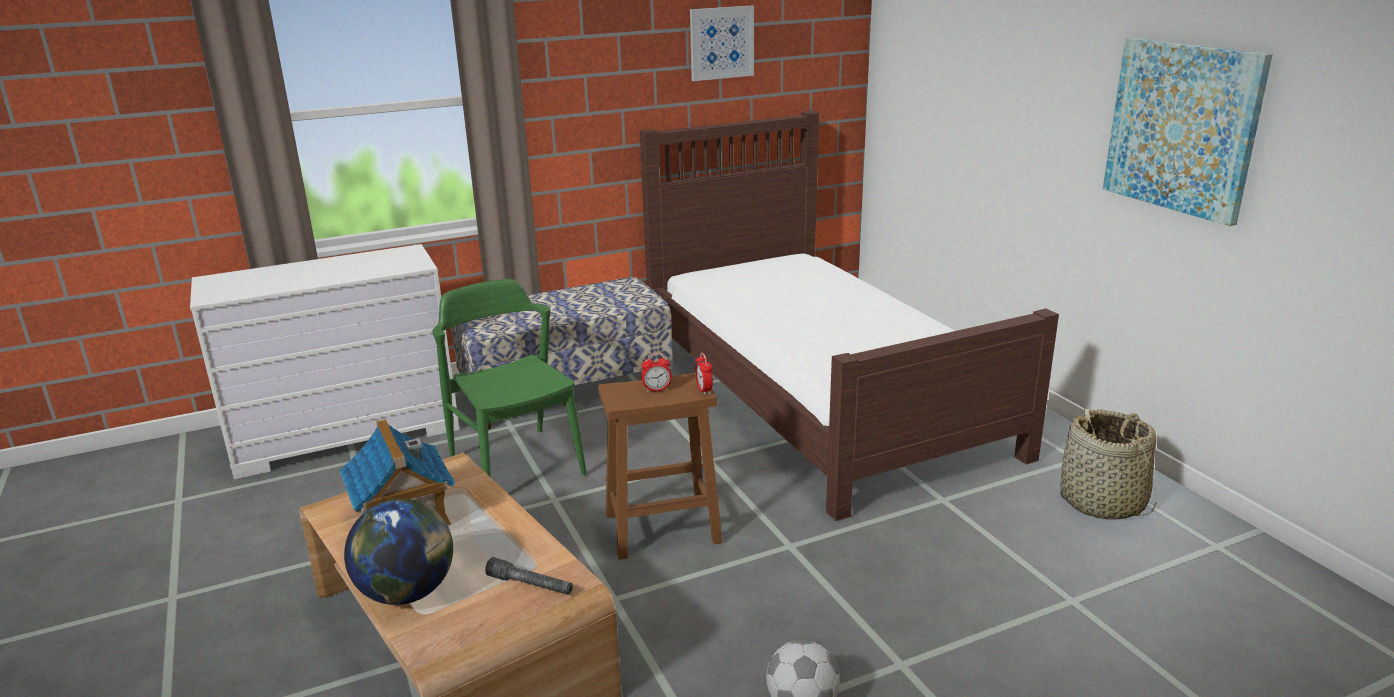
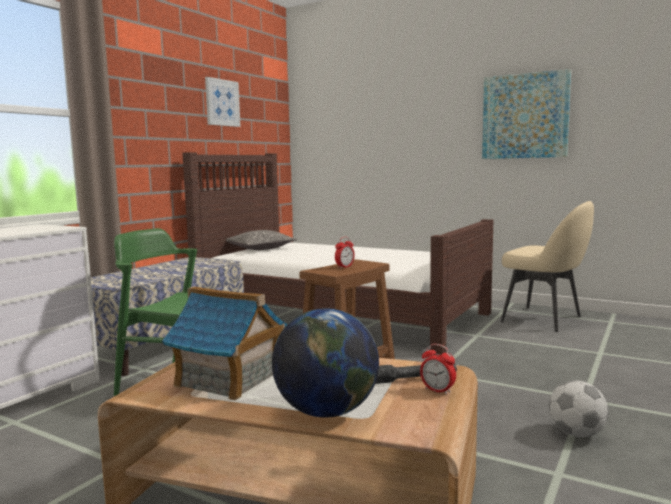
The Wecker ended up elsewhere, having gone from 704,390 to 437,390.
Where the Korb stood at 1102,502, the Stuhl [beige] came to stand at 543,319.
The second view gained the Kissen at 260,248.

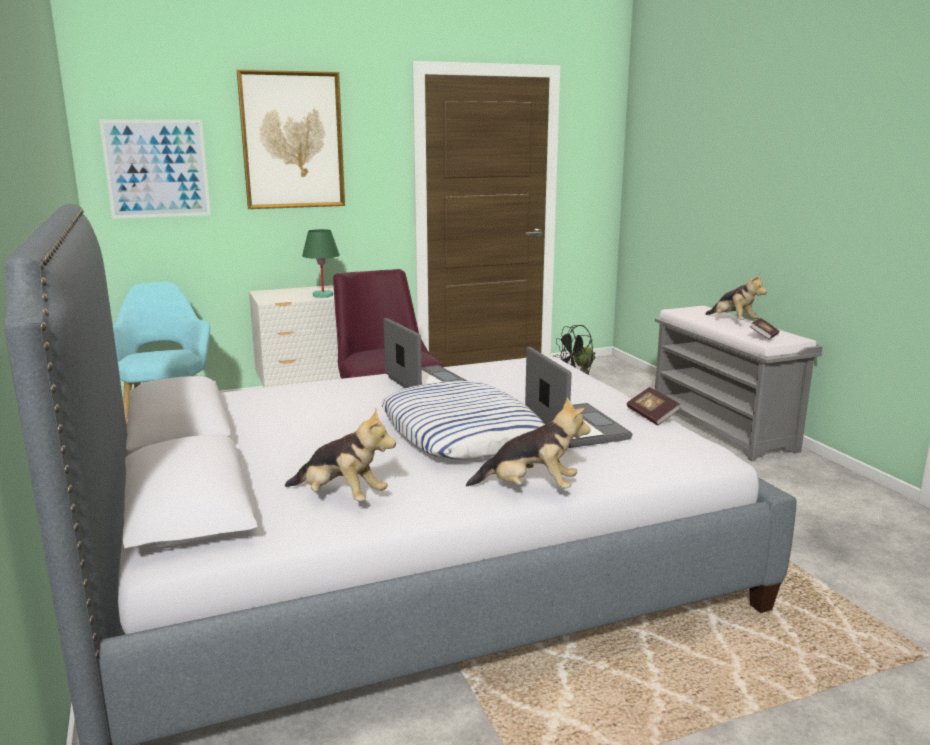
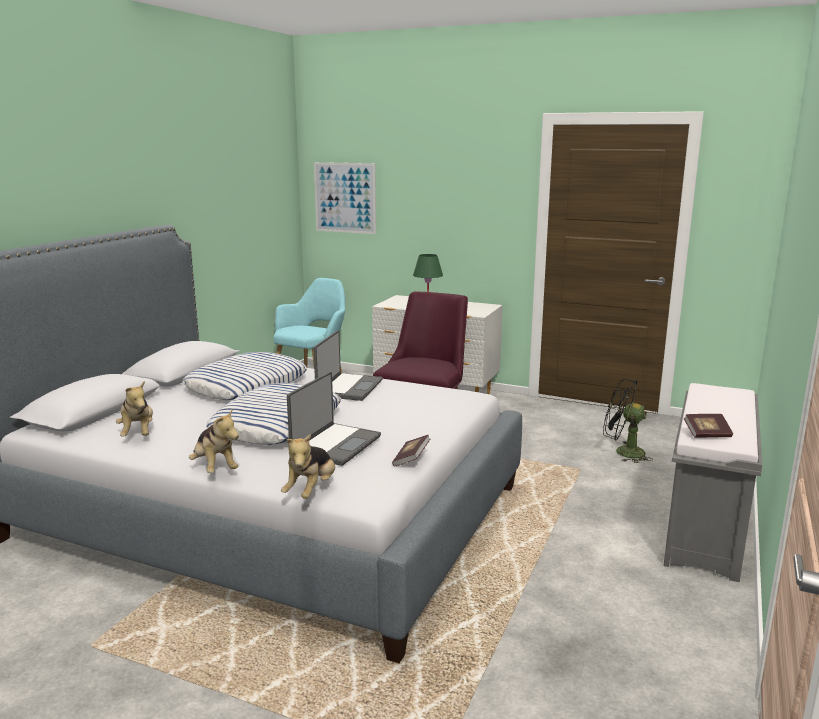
The second view lost the Bild at 292,140.
The Plüschtier ended up elsewhere, having gone from 732,321 to 311,490.
The second view gained the Kissen at 247,385.

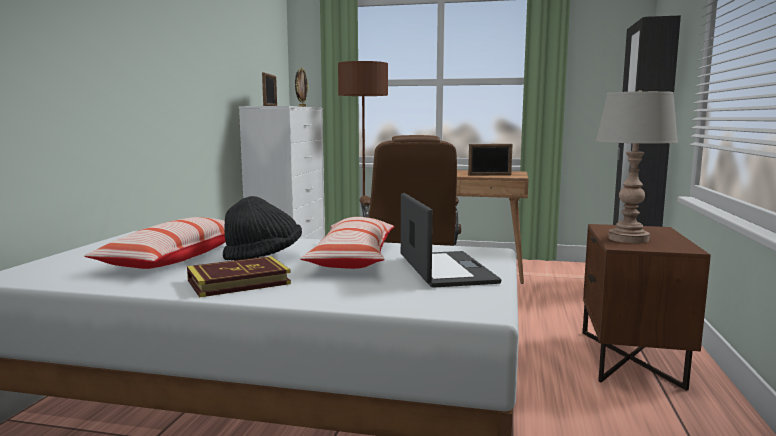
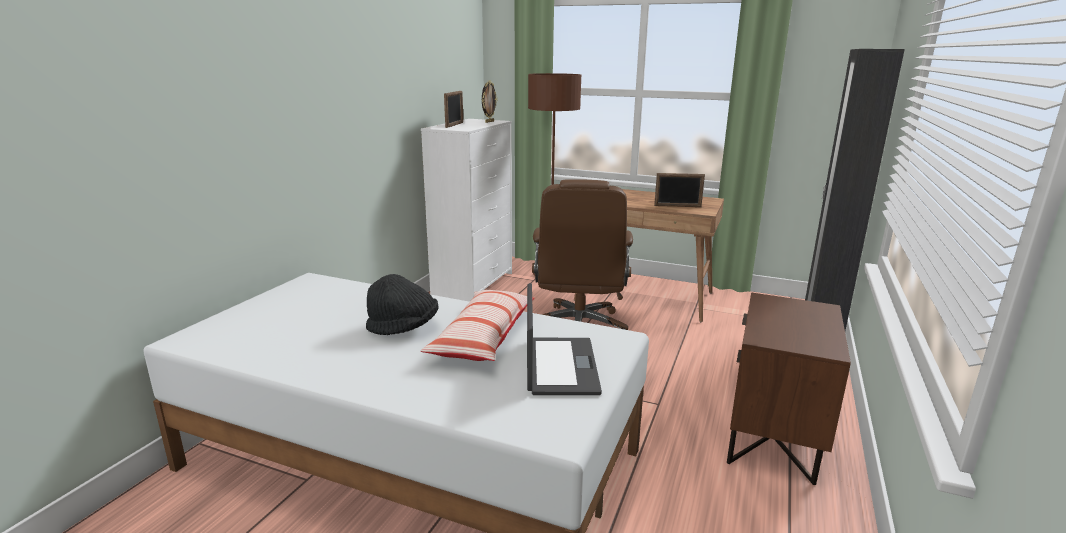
The second view lost the Kissen at 175,258.
The second view lost the Buch at 238,282.
The second view lost the Tischlampe [grau] at 628,239.

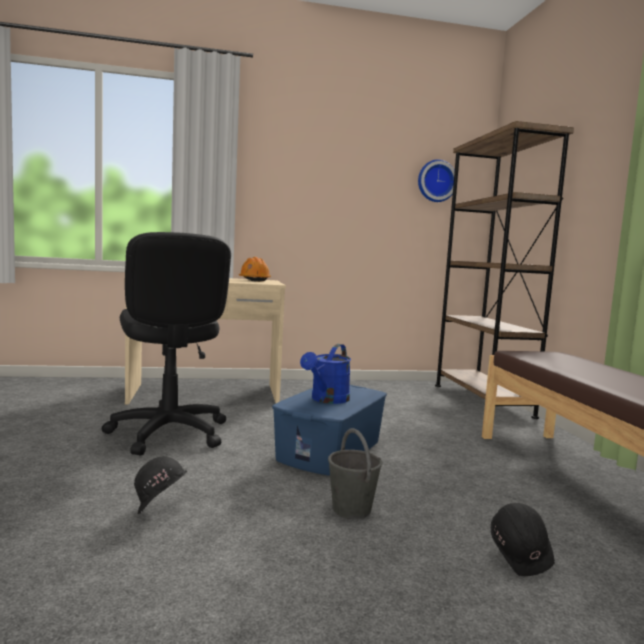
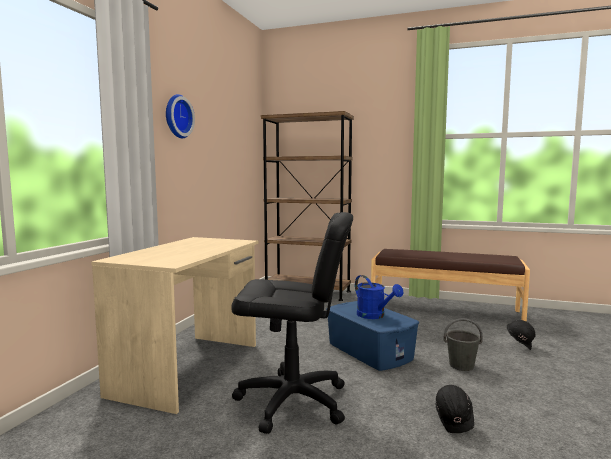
The second view lost the Schutzhelm [orange] at 254,280.
The Wanduhr ended up elsewhere, having gone from 436,181 to 176,116.

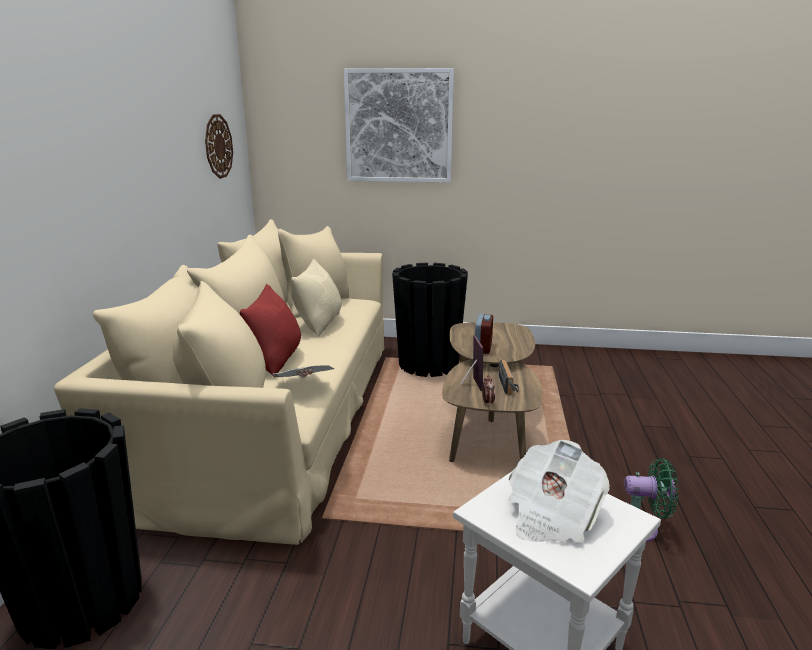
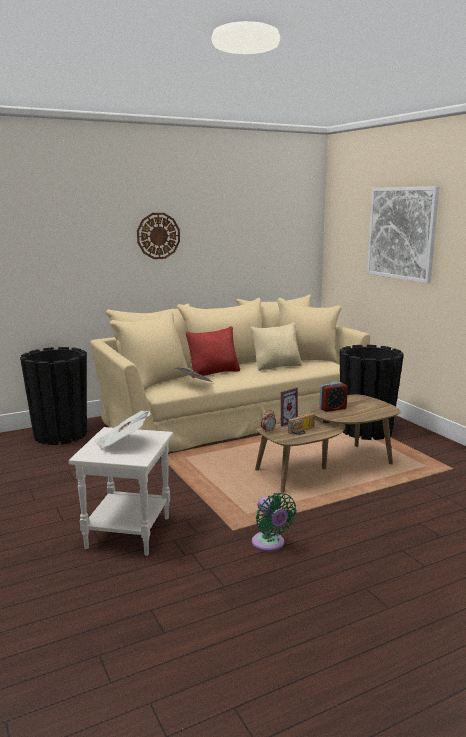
The Wanduhr ended up elsewhere, having gone from 218,146 to 158,236.

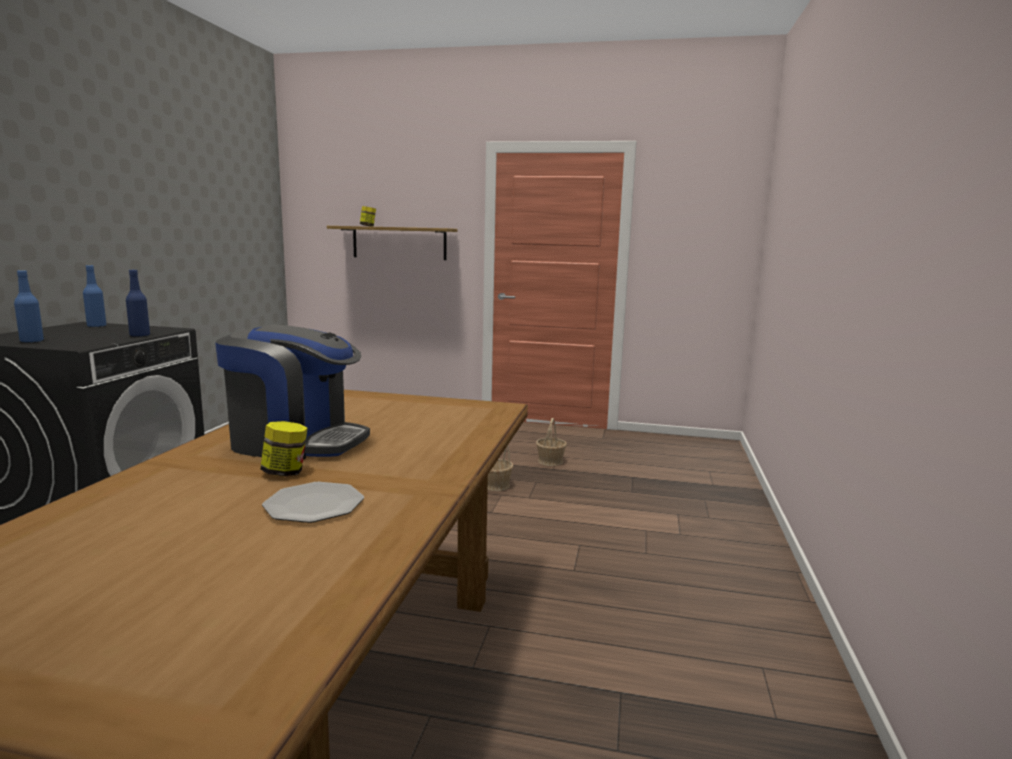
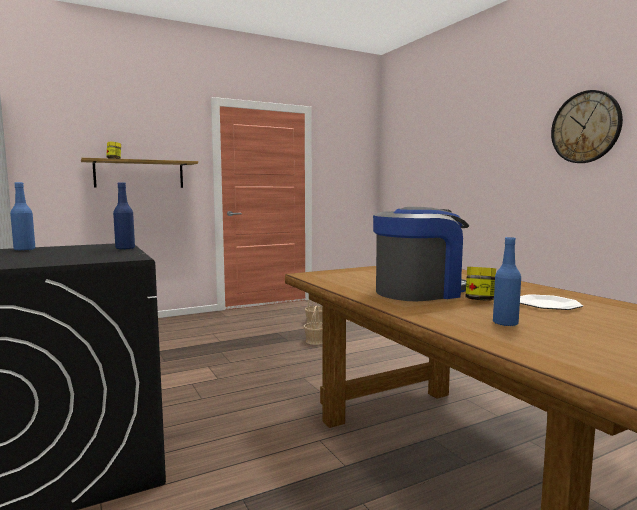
The Flasche [blau] ended up elsewhere, having gone from 32,341 to 505,323.
The second view gained the Wanduhr at 585,127.

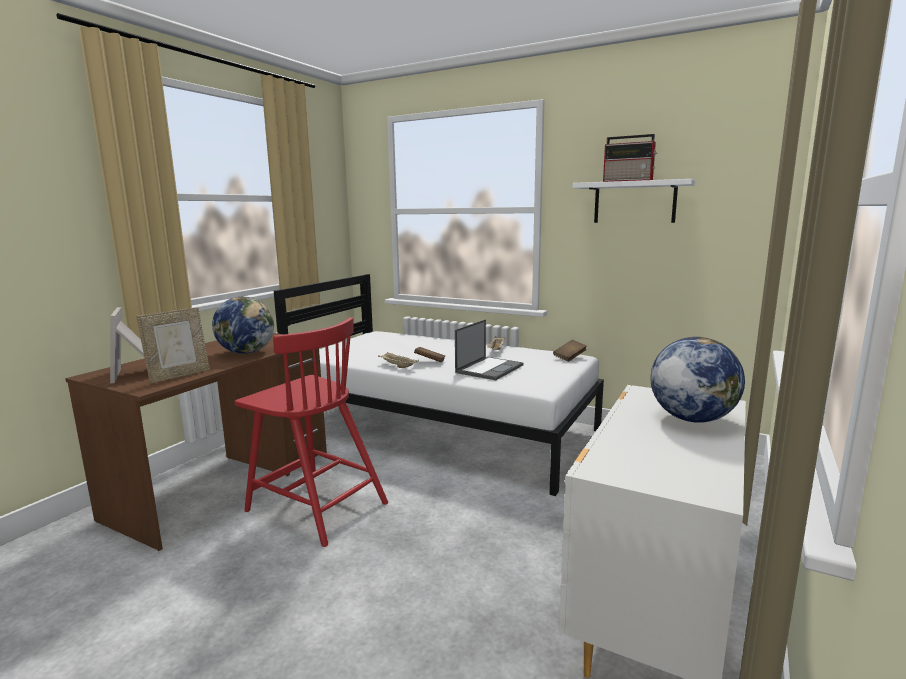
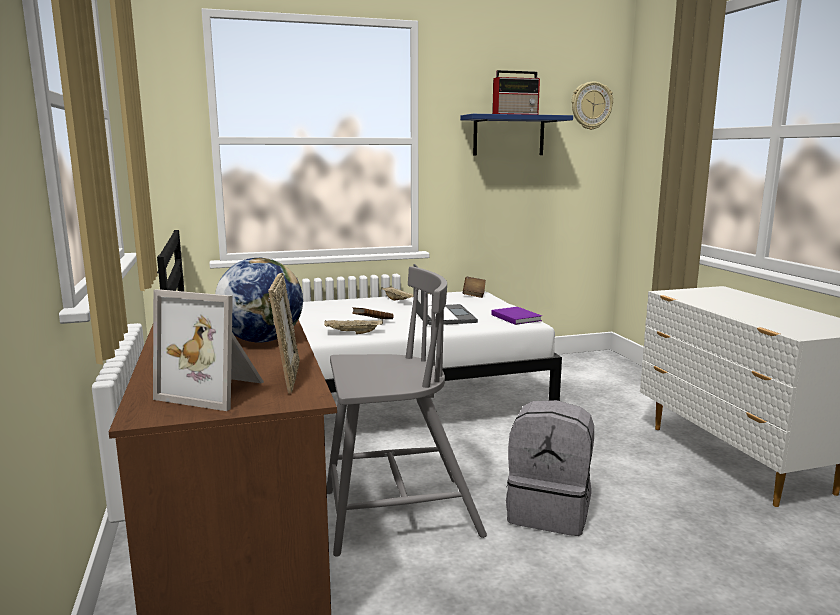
What was the Stuhl [rot] at 315,506 turned into the Stuhl [grau] at 397,514.
What was the Wandregal [weiß] at 634,202 turned into the Wandregal [blau] at 508,135.
The second view lost the Globus at 691,419.
The second view gained the Buch [lila] at 516,317.
The second view gained the Rucksack [grau] at 549,512.
The second view gained the Wanduhr at 591,106.

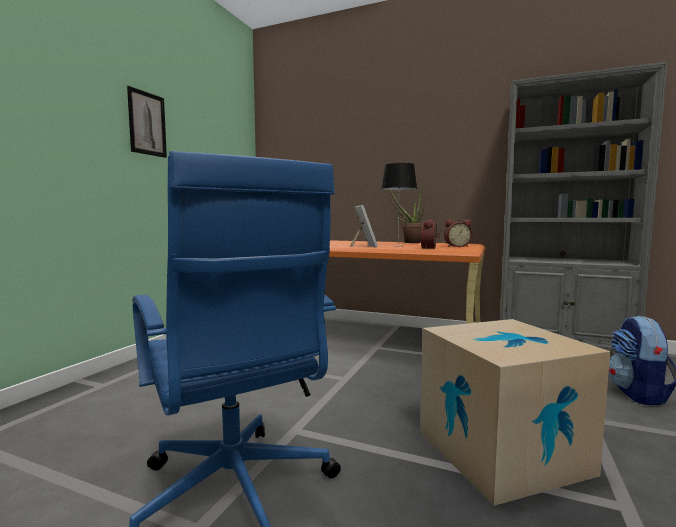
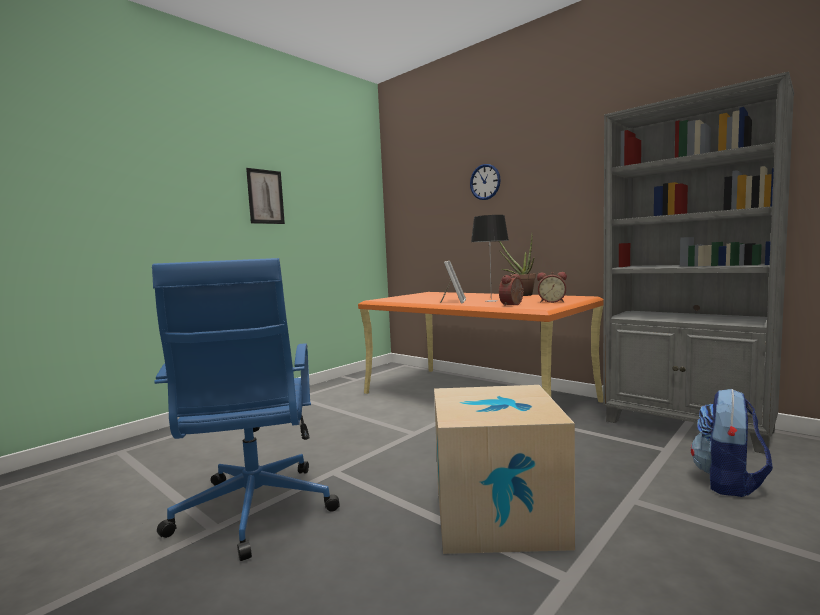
The second view gained the Wanduhr at 485,182.

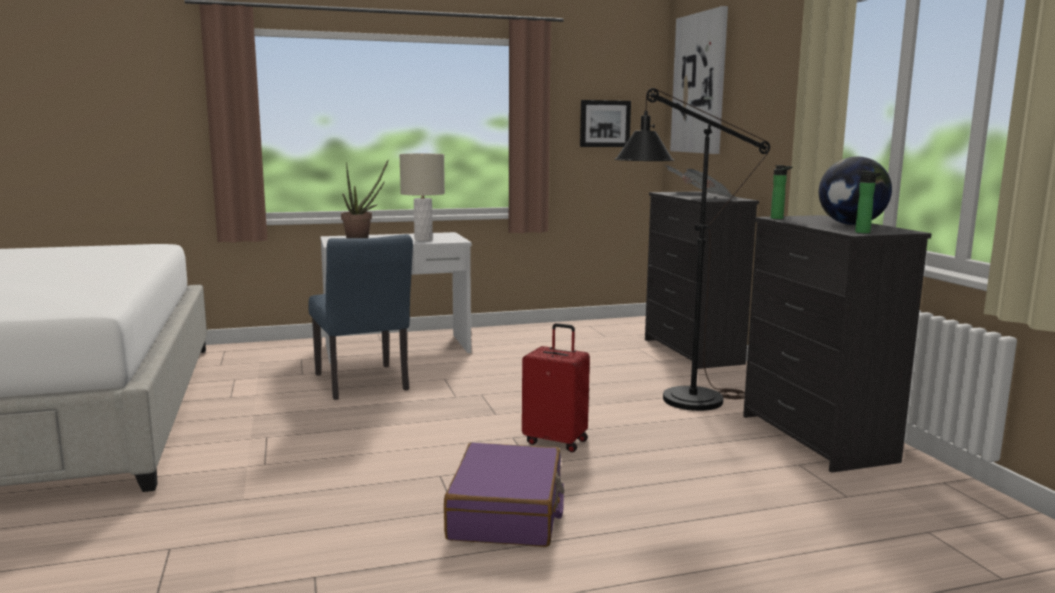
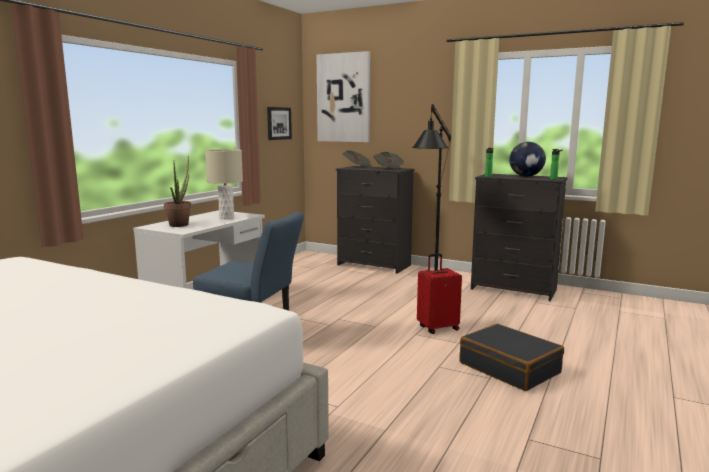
What was the Koffer [lila] at 507,513 turned into the Koffer [schwarz] at 509,368.

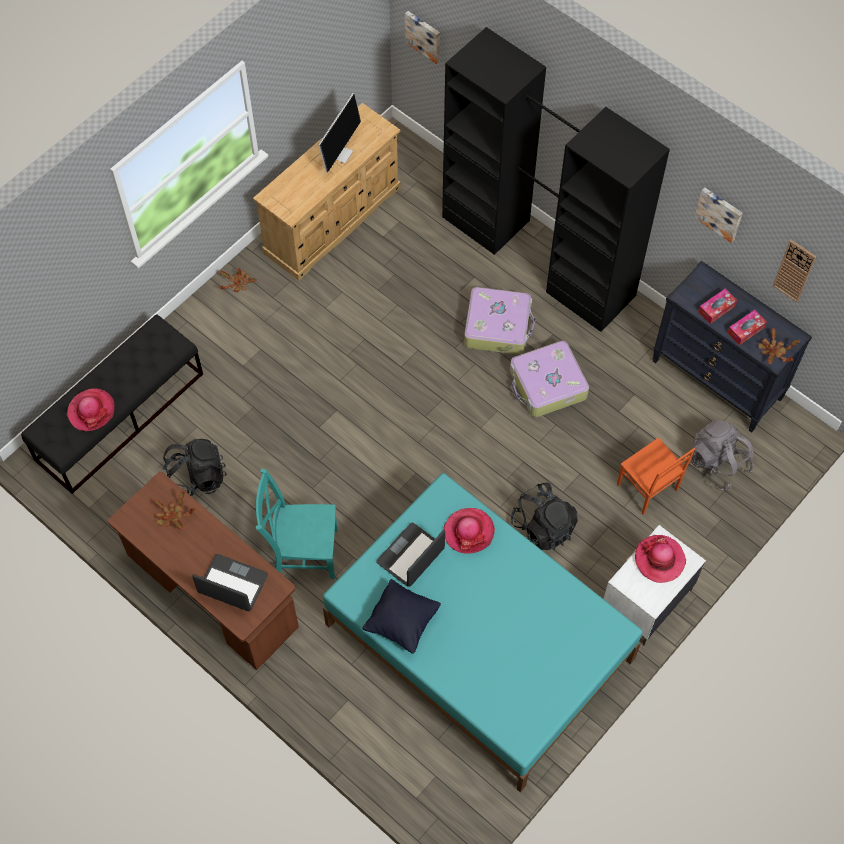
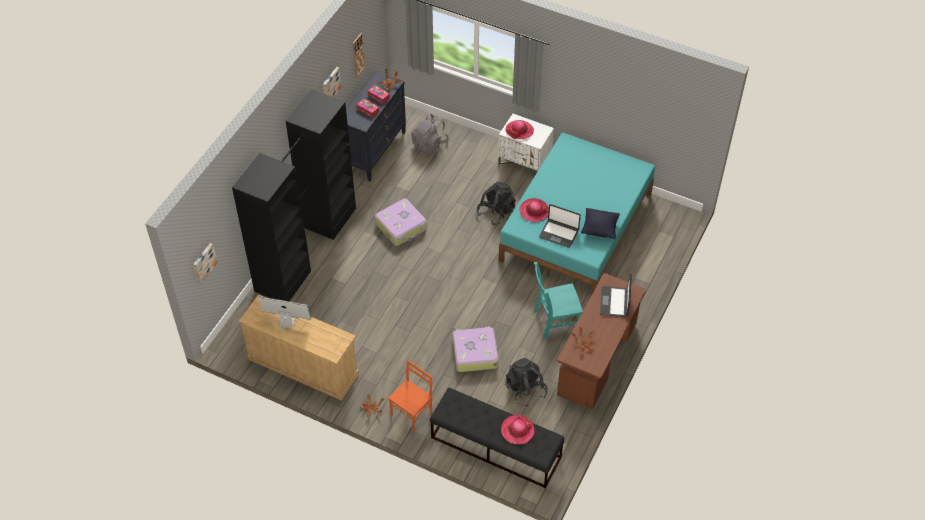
The Stuhl [türkis] at 302,552 ended up facing another way, 90 degrees clockwise from before.
The Koffer ended up elsewhere, having gone from 498,326 to 474,353.
The Stuhl [orange] ended up elsewhere, having gone from 647,488 to 412,414.

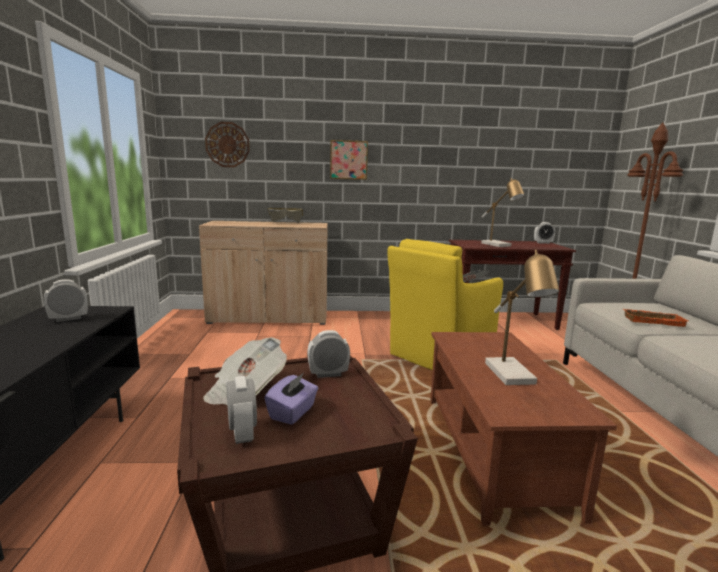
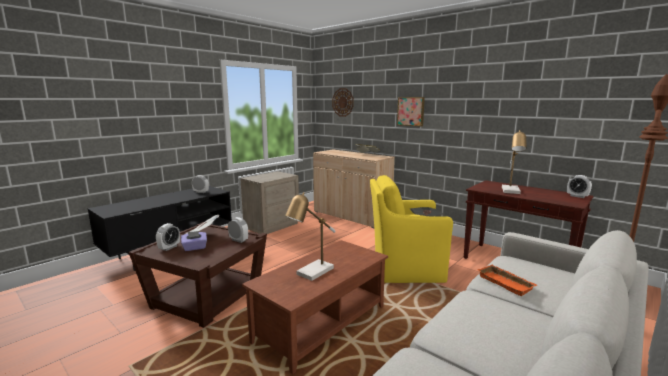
The second view gained the Nachttisch [beige] at 271,225.

